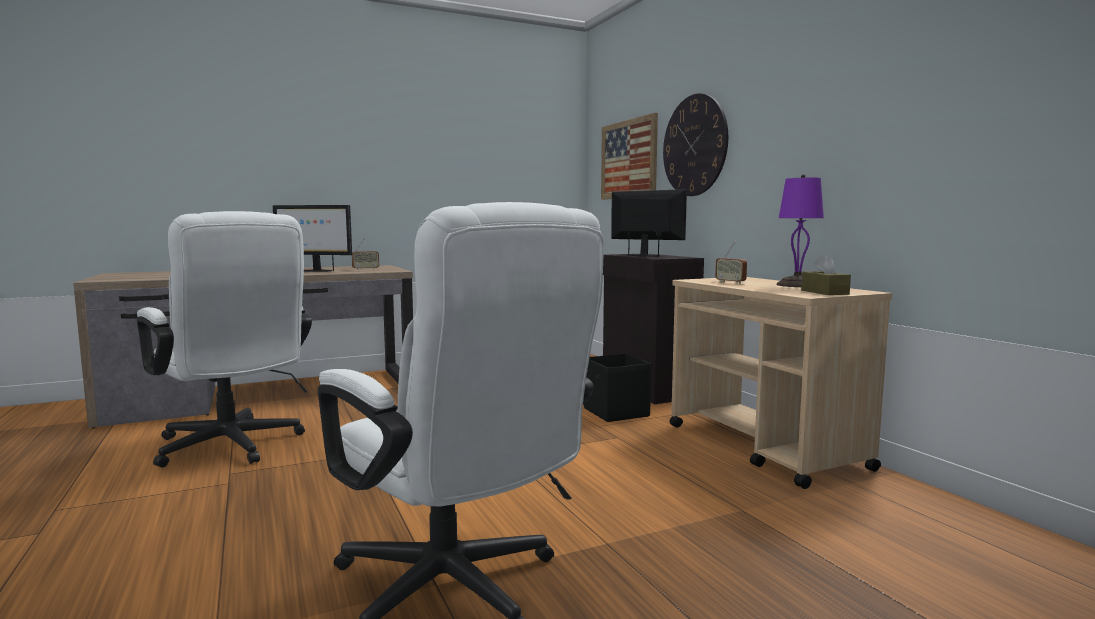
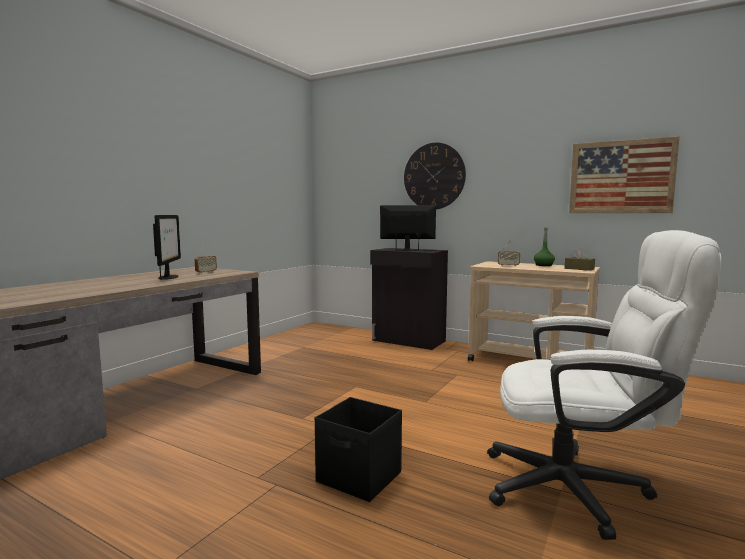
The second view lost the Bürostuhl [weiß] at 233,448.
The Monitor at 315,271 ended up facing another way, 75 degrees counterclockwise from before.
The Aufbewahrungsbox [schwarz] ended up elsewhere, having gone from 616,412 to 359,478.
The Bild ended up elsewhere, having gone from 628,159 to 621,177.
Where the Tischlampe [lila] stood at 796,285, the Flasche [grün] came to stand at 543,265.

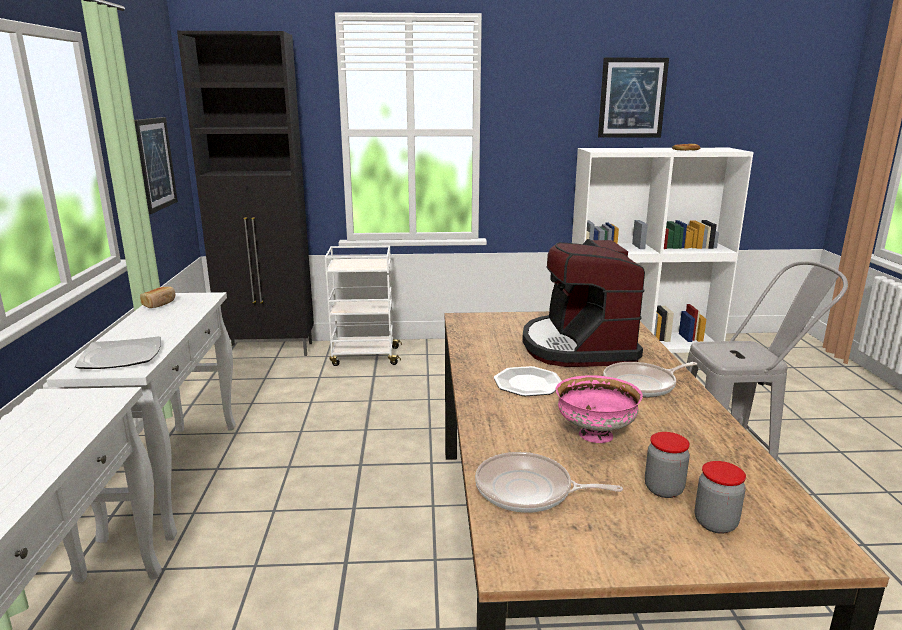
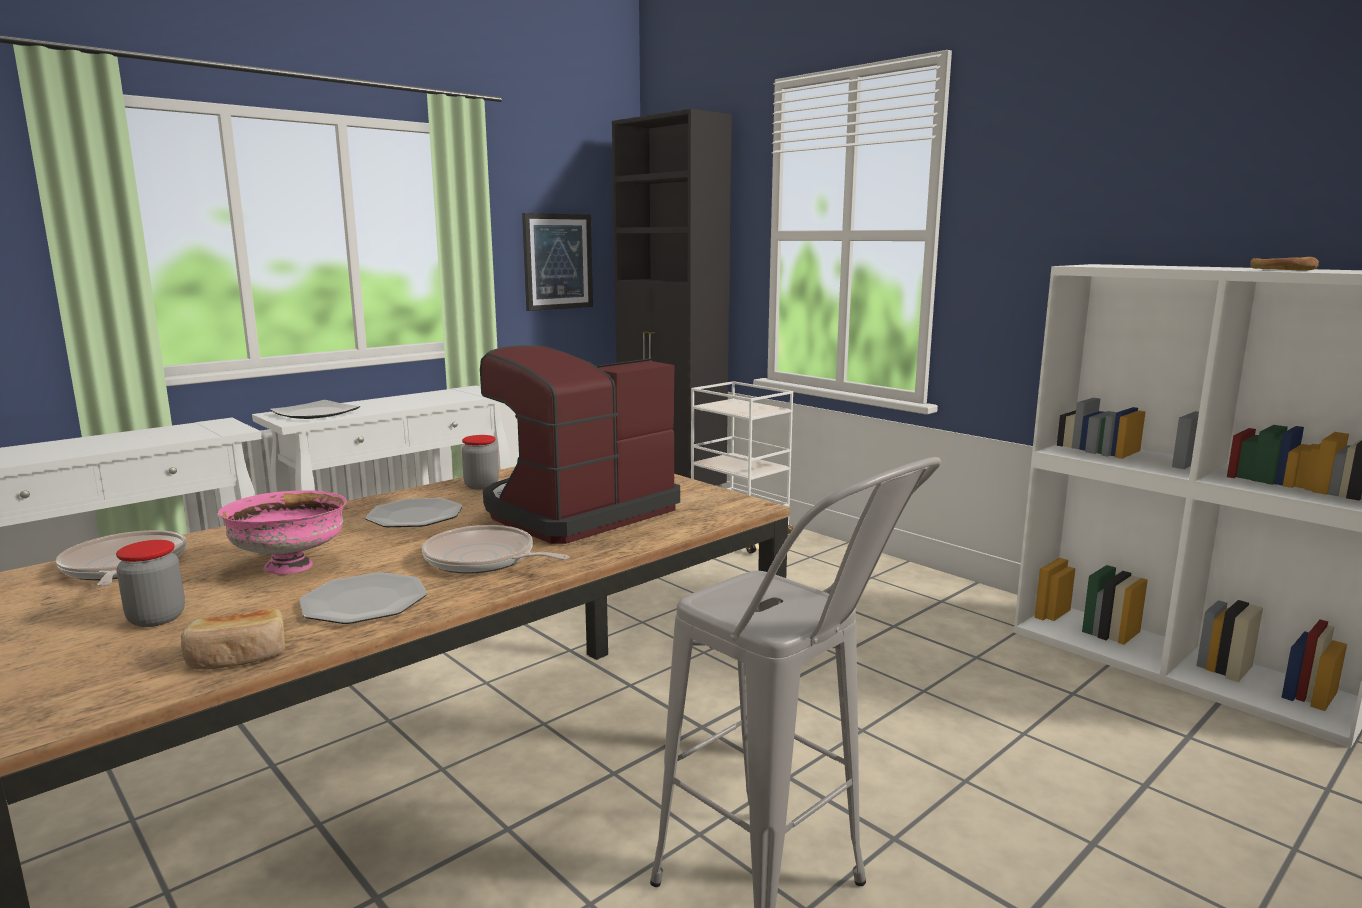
The Brot ended up elsewhere, having gone from 160,304 to 238,657.
The second view lost the Bild at 632,98.
The Vorratsglas ended up elsewhere, having gone from 715,523 to 481,486.
The second view gained the Teller at 364,602.

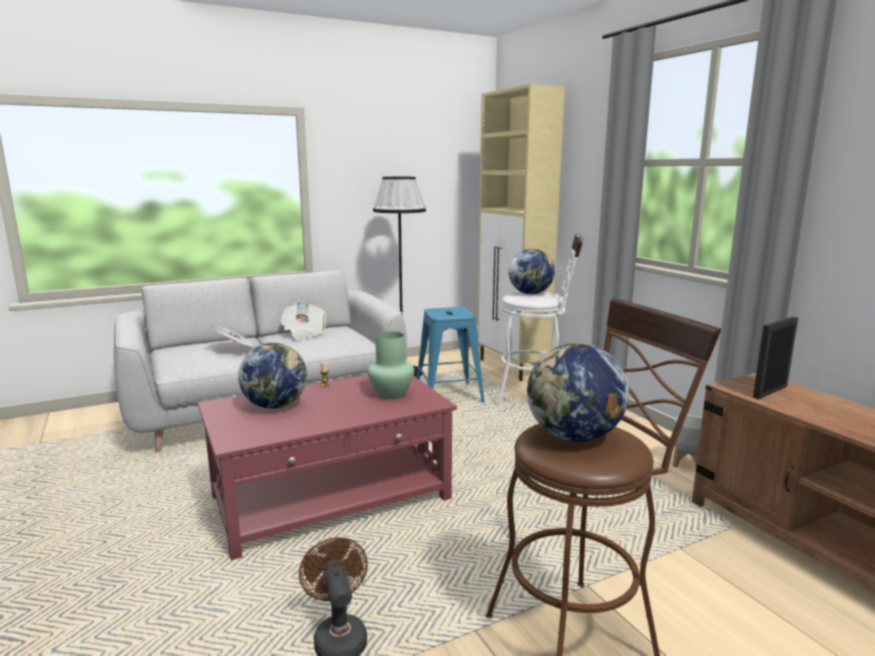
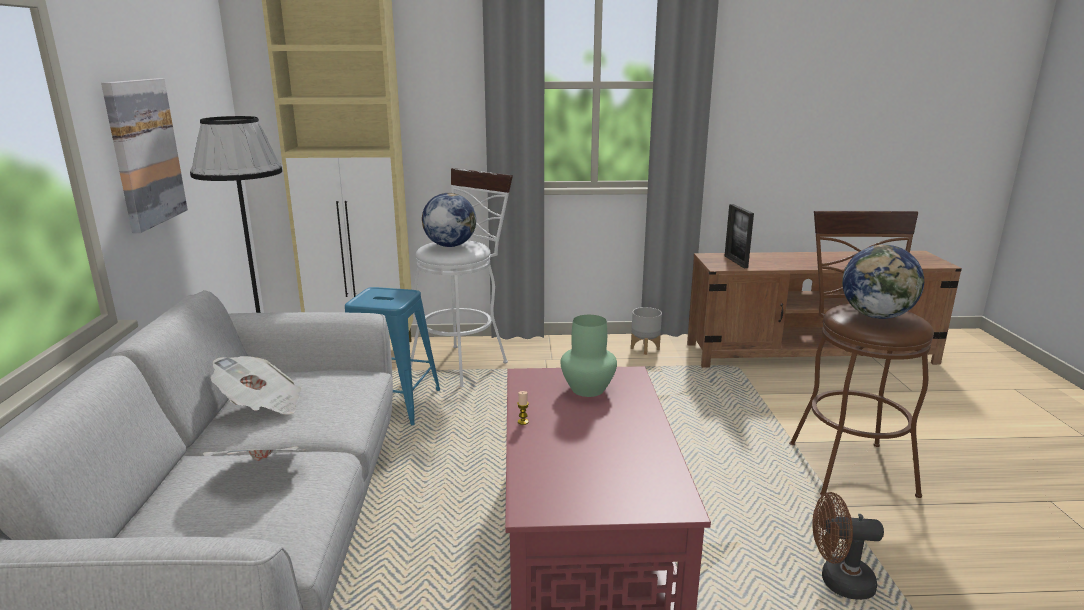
The second view lost the Globus at 275,405.
The second view gained the Bild at 144,153.

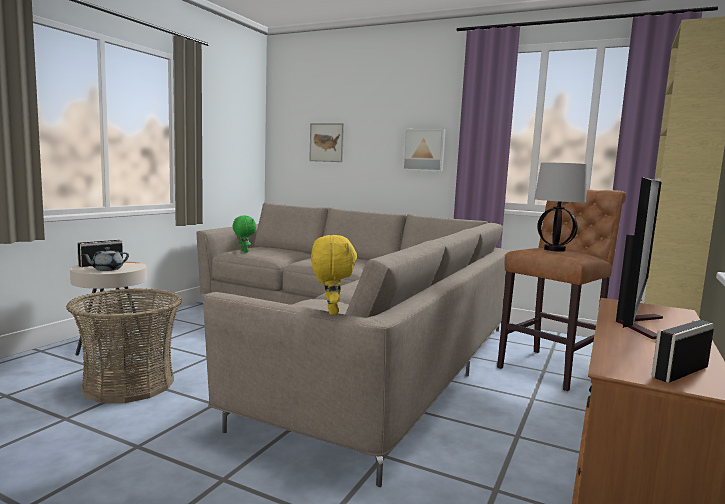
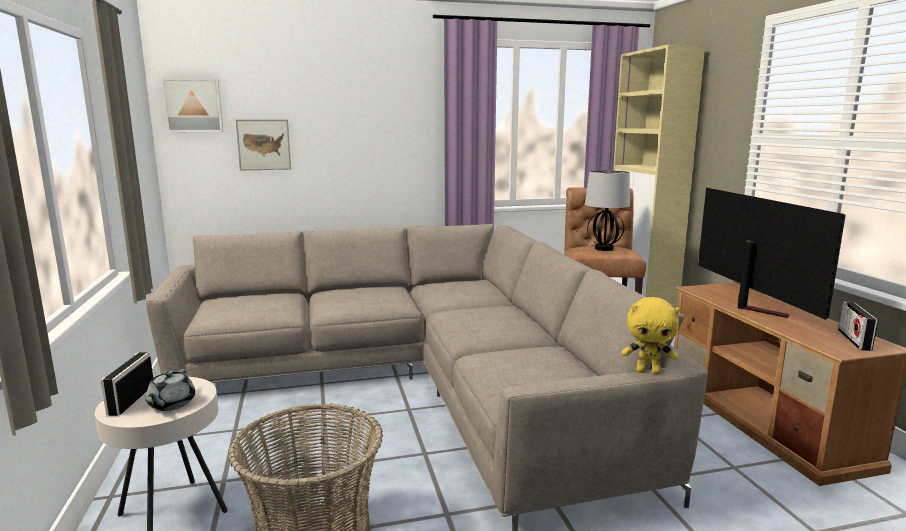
The second view lost the Plüschtier [grün] at 243,251.
The Plüschtier [gelb] at 330,312 ended up facing another way, 150 degrees clockwise from before.
The Bild ended up elsewhere, having gone from 424,150 to 193,105.

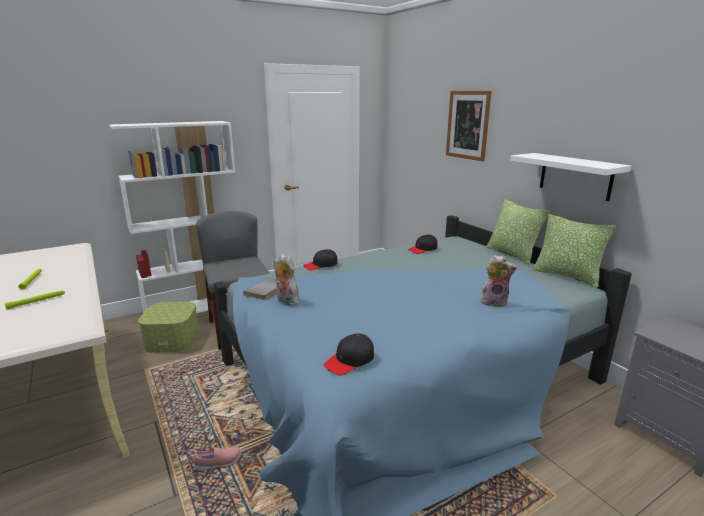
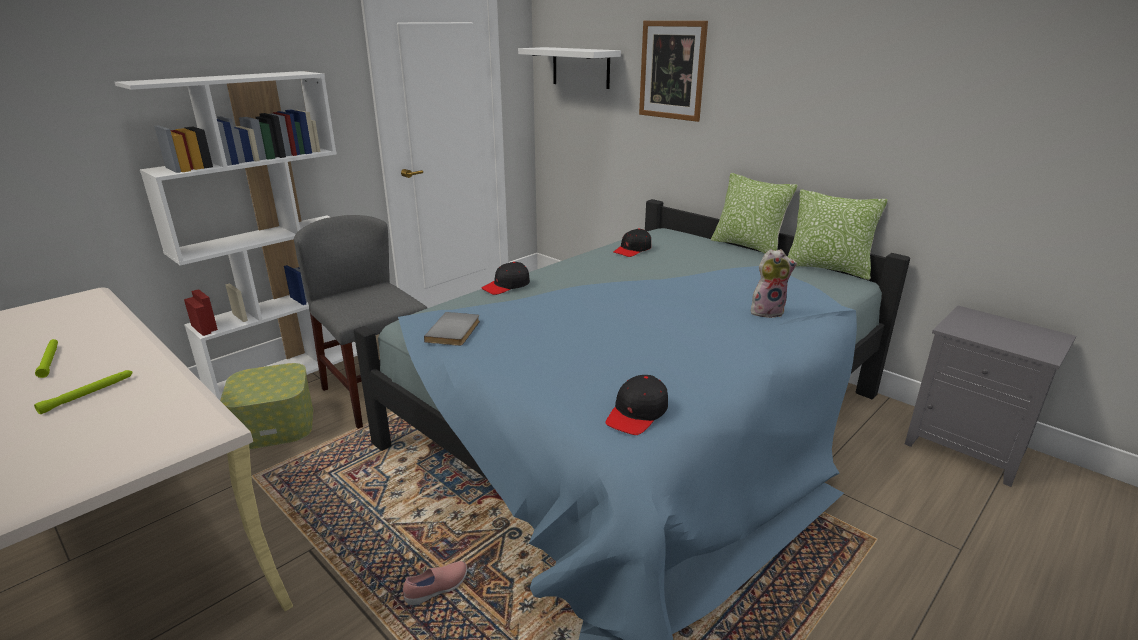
The second view lost the Plüschtier at 285,301.
The Wandregal [weiß] ended up elsewhere, having gone from 575,176 to 581,67.

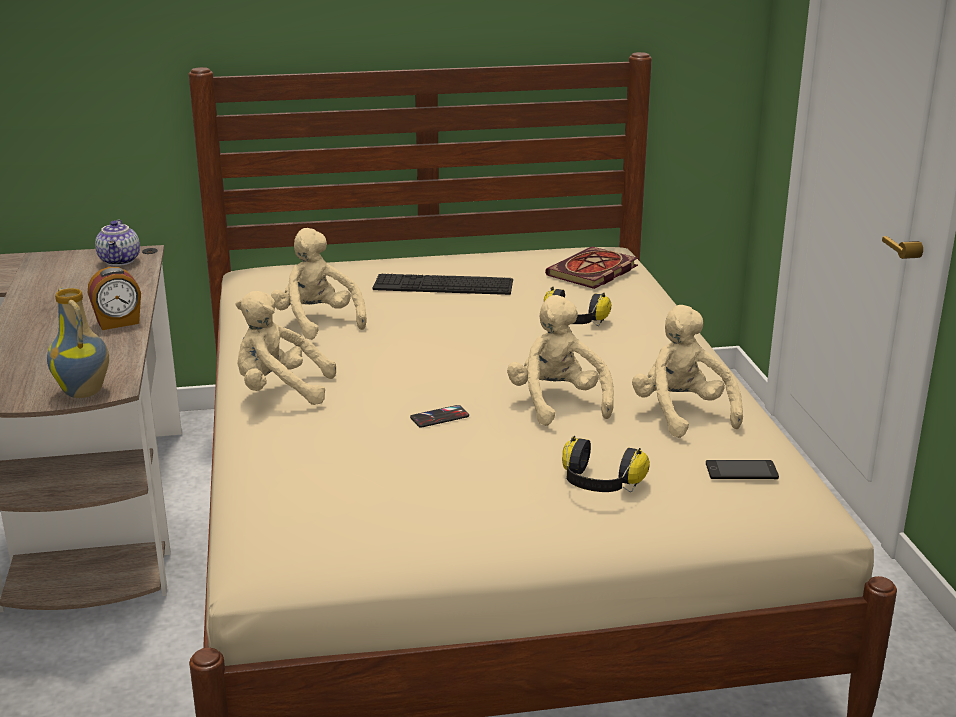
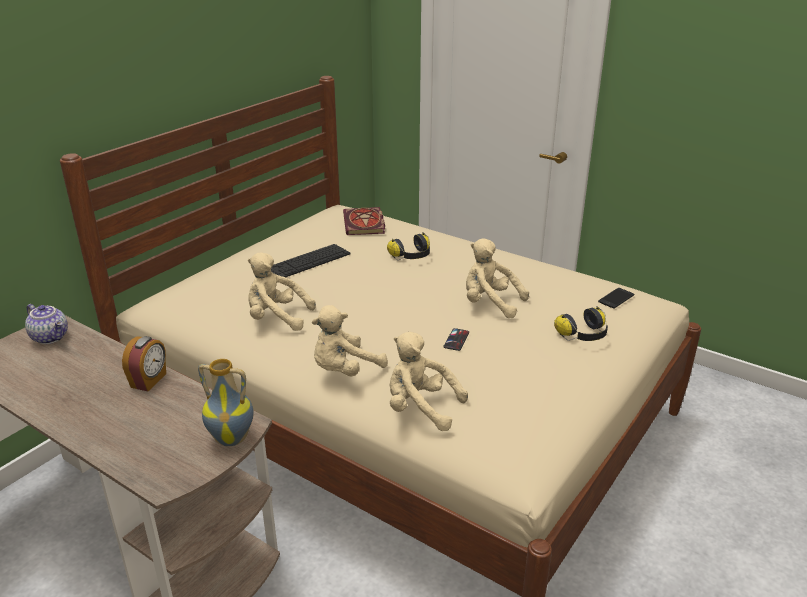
The Plüschtier [beige] ended up elsewhere, having gone from 681,413 to 420,408.

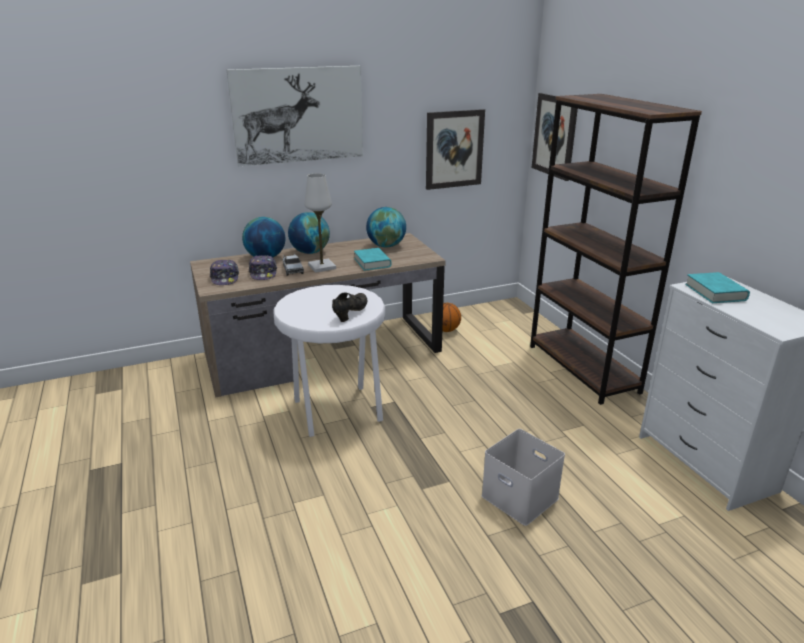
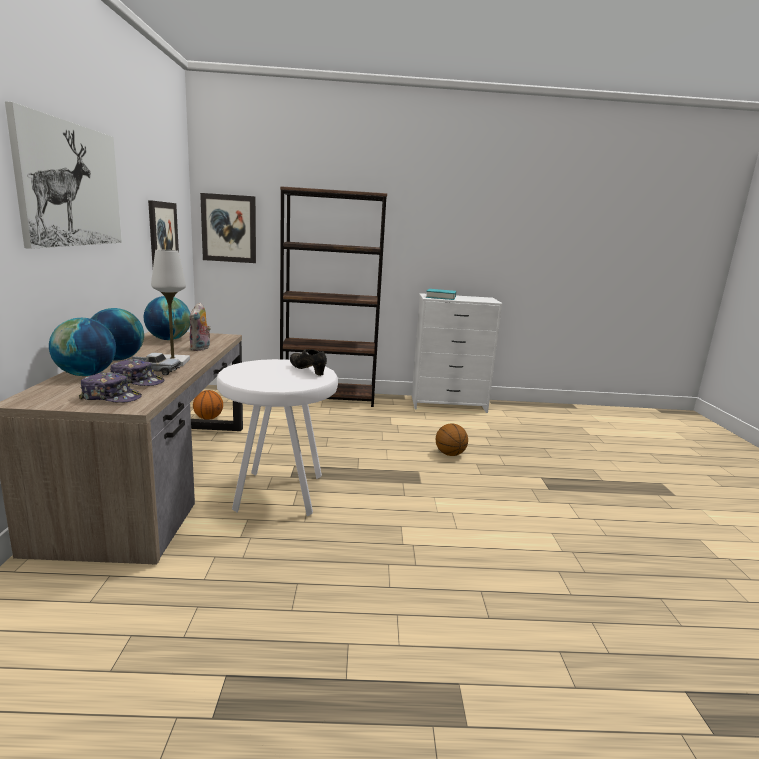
Where the Buch [türkis] stood at 372,262, the Plüschtier came to stand at 200,349.
Where the Aufbewahrungsbox [weiß] stood at 521,497, the Basketball came to stand at 450,454.

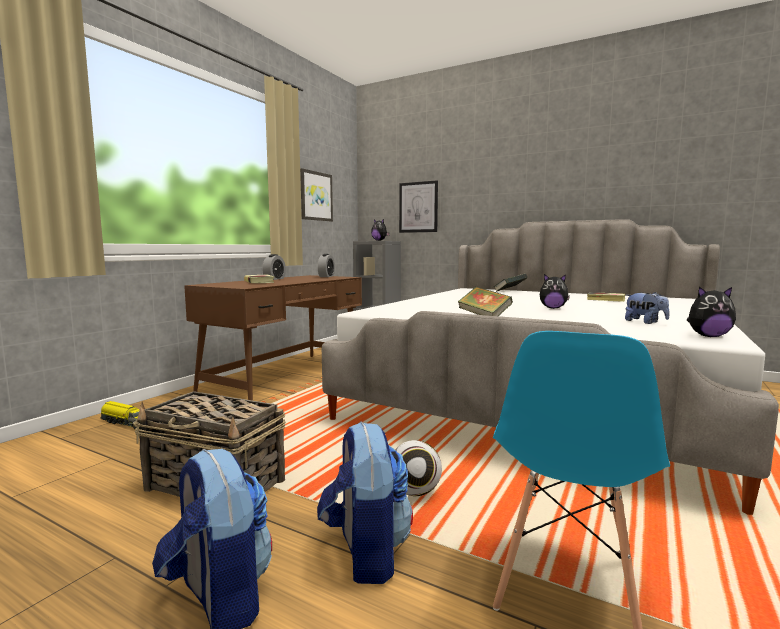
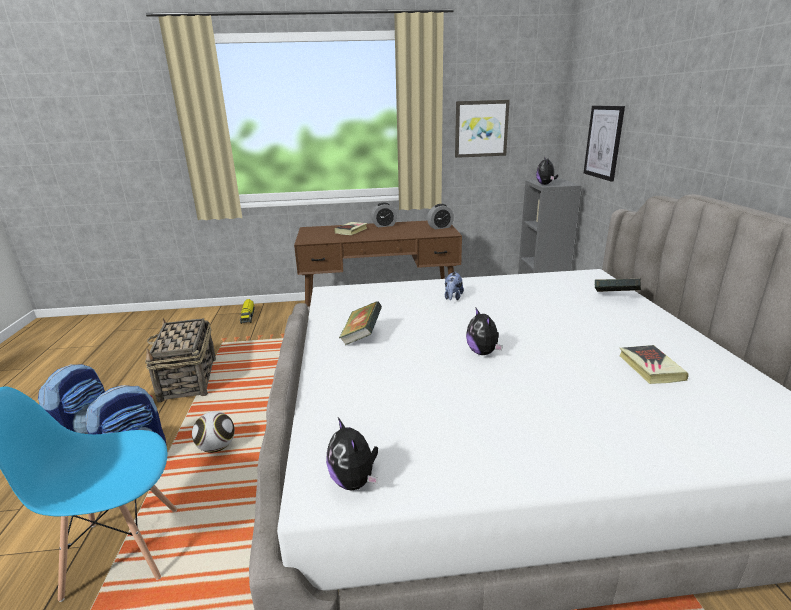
The Plüschtier ended up elsewhere, having gone from 645,322 to 453,297.

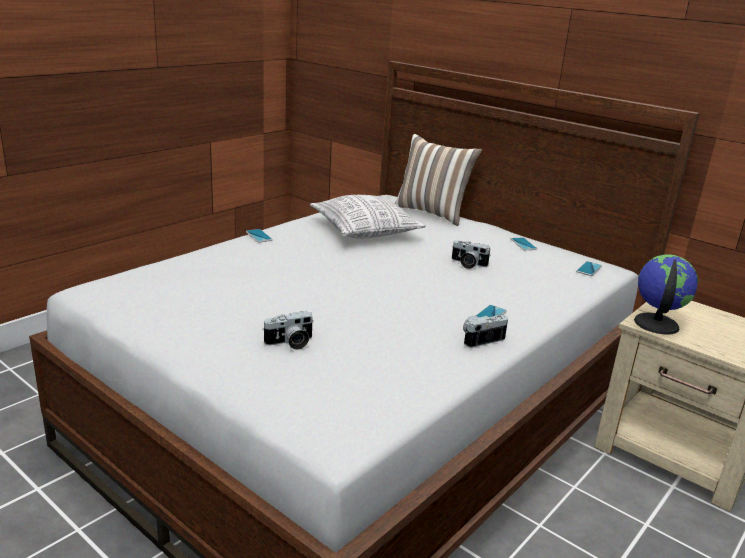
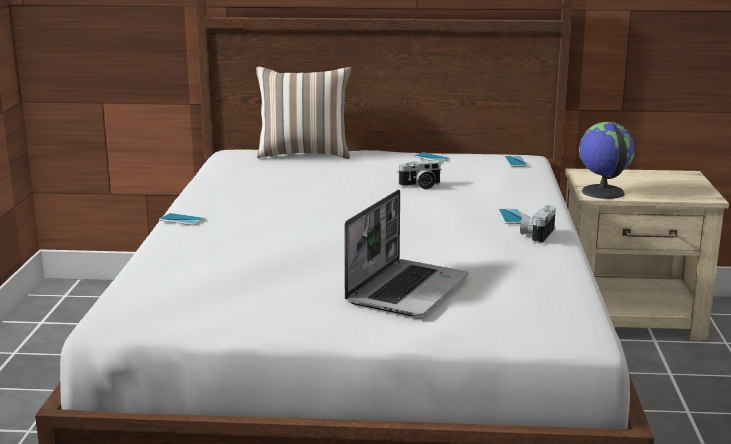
Where the Kamera stood at 290,343, the Laptop came to stand at 407,289.
The second view lost the Kissen at 366,231.

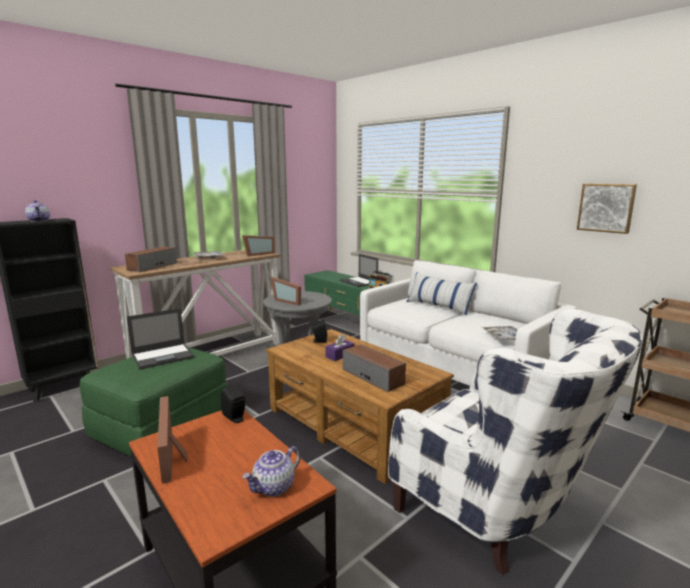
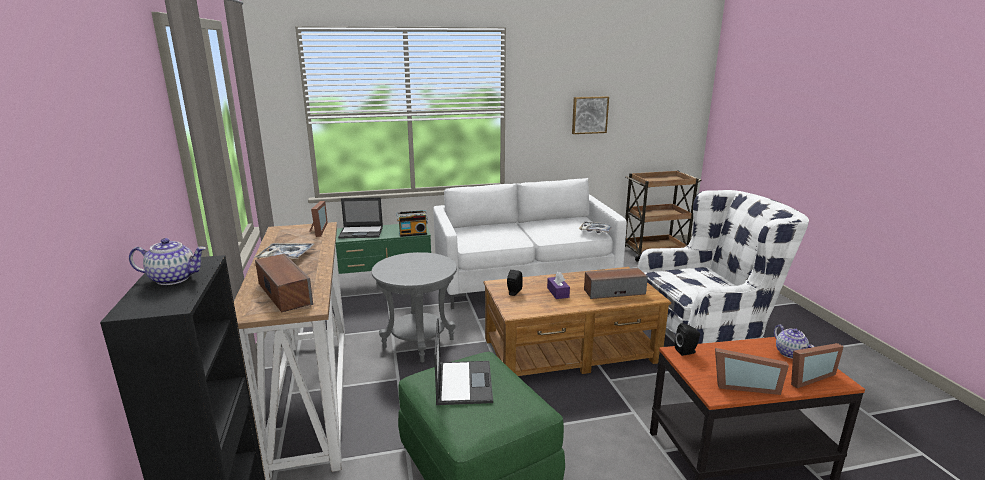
The Bilderrahmen ended up elsewhere, having gone from 288,301 to 806,377.
The second view lost the Kissen at 439,306.

